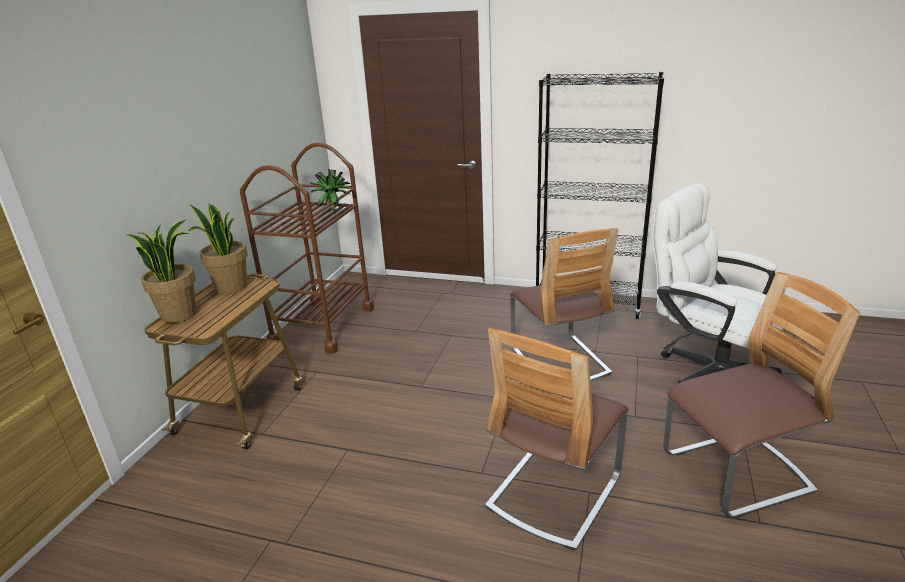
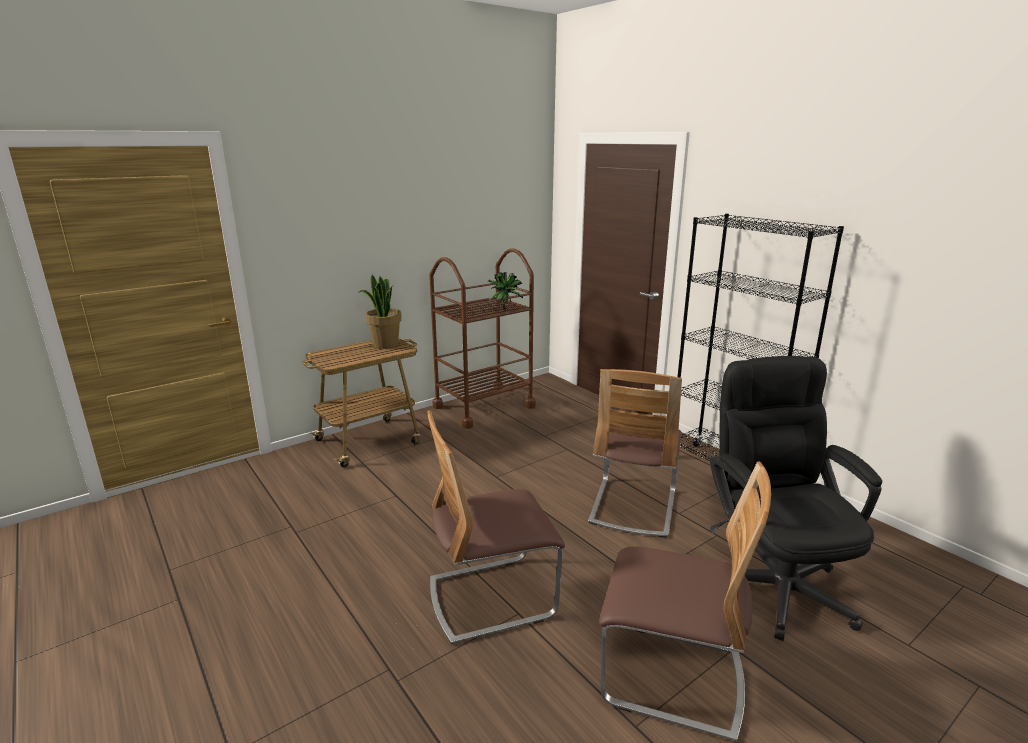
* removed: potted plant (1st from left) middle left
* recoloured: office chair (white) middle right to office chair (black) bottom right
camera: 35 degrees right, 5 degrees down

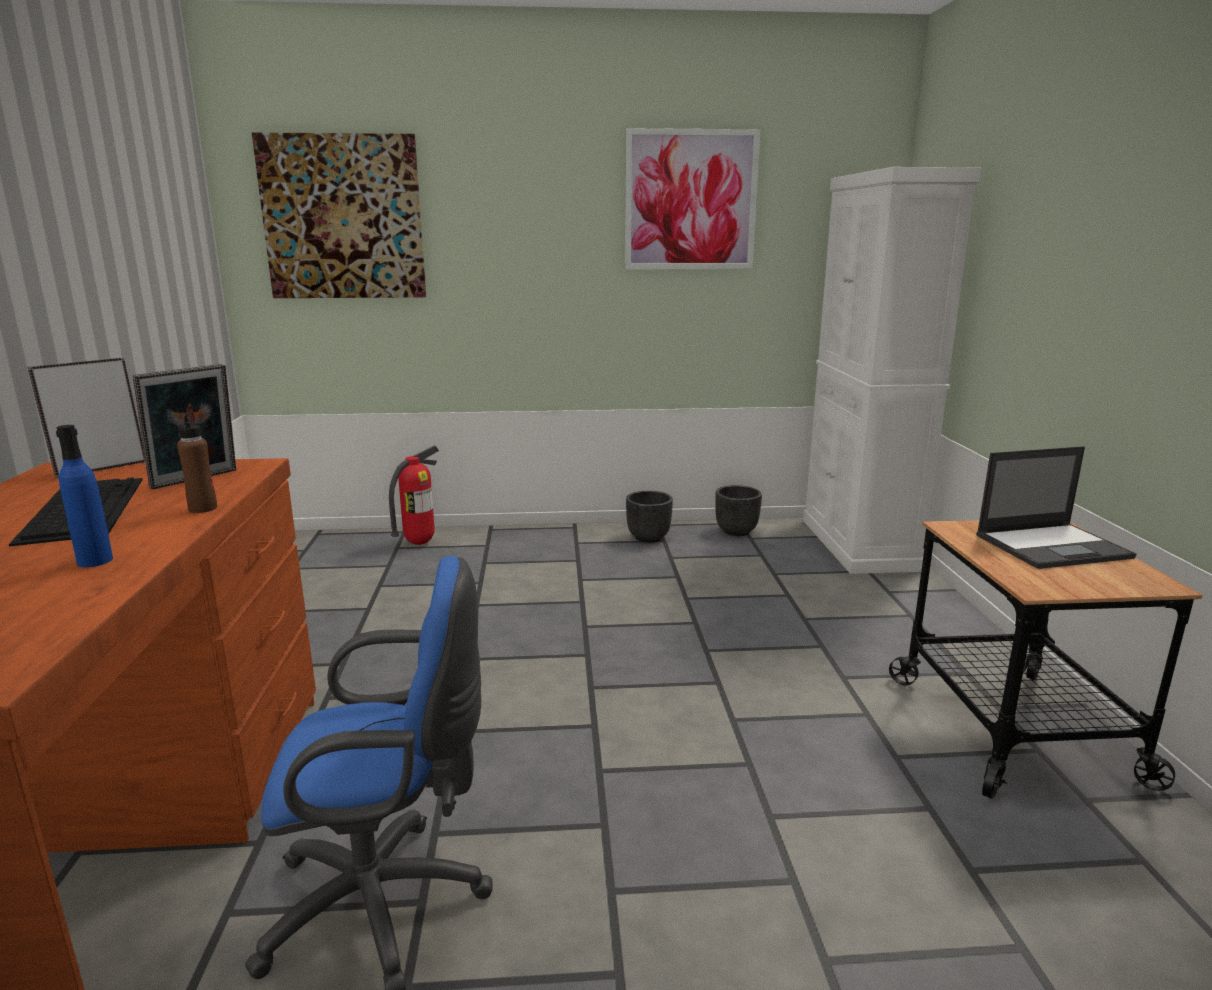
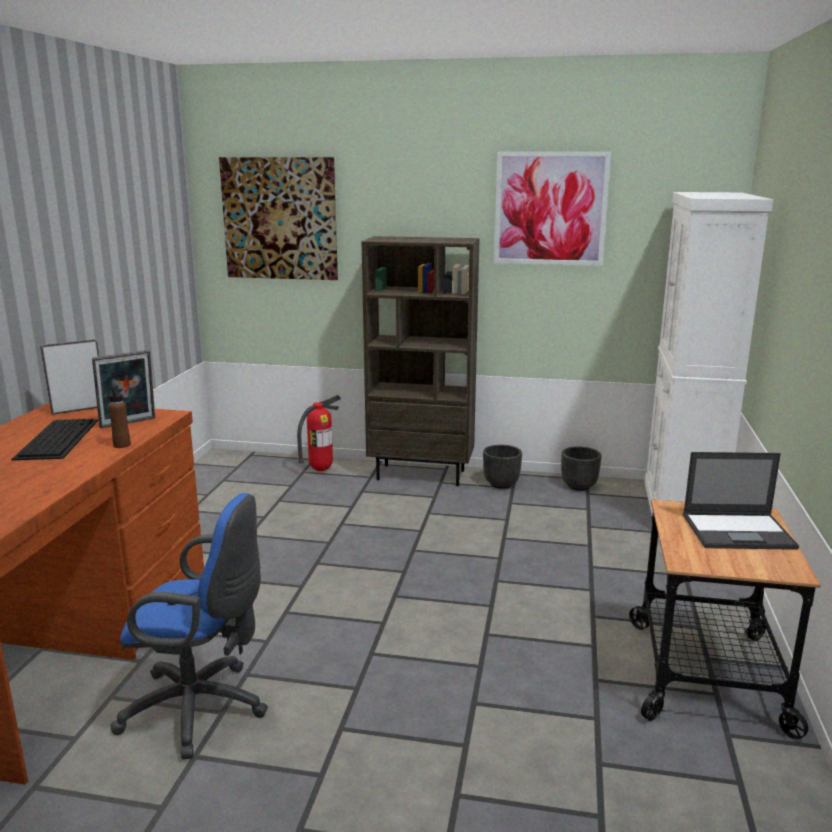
* removed: bottle (blue) middle left
* added: bookcase (brown) centre
camera: 15 degrees right, 0 degrees up

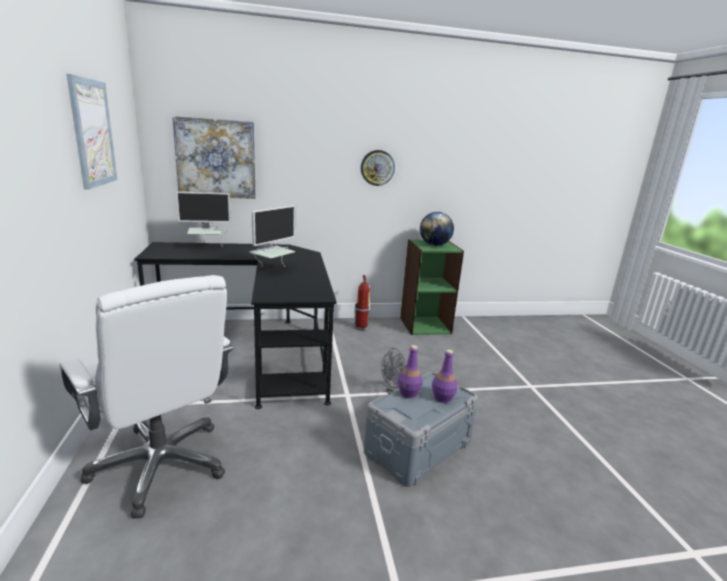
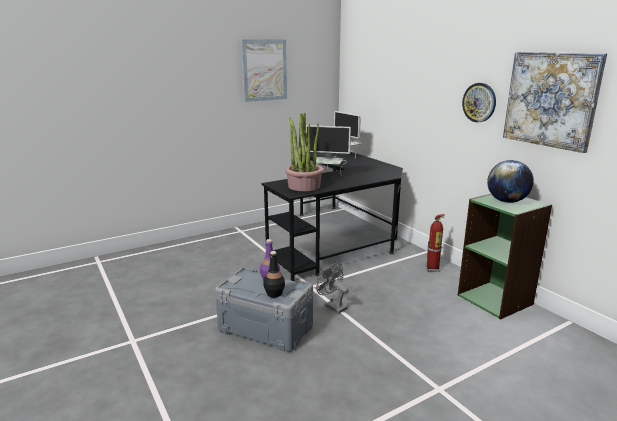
* removed: office chair (white) bottom left
* moved: picture (2nd from left) top left to top right
* recoloured: bottle (purple) (2nd from left) centre to bottle (black) centre
* added: potted plant centre
camera: 70 degrees right, 0 degrees up

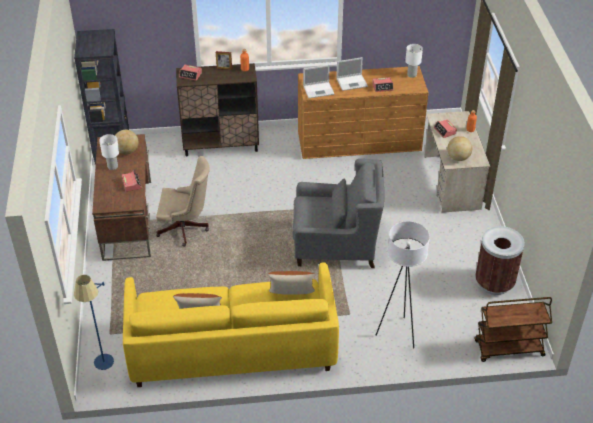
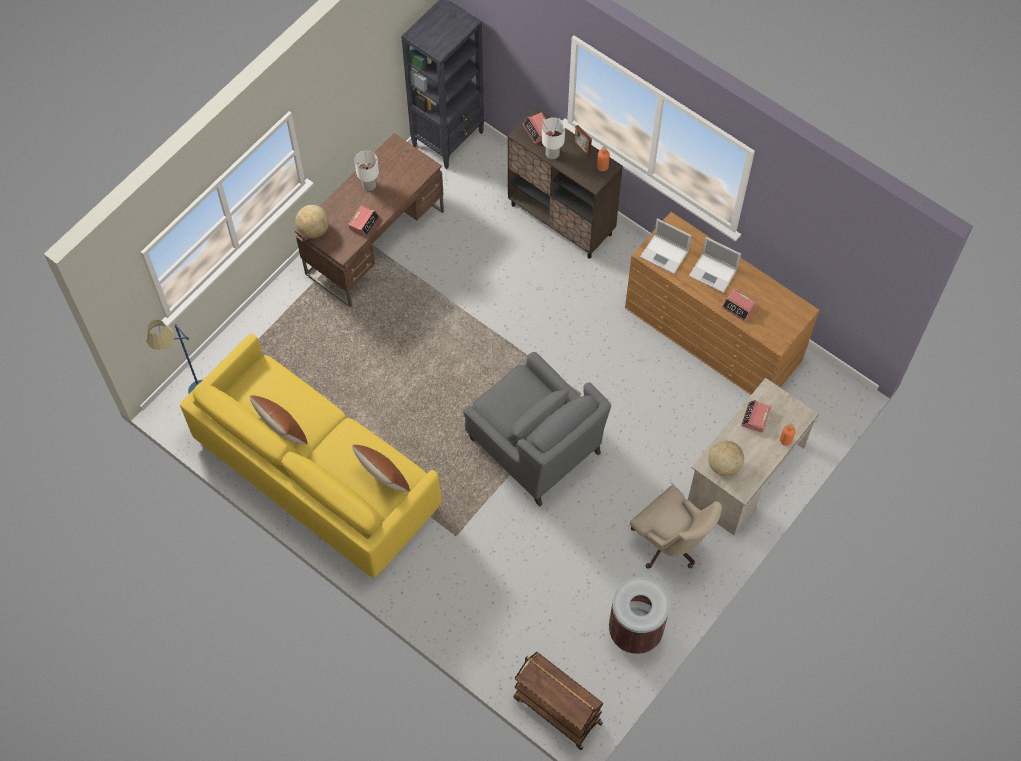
* moved: globe (1st from left) middle left to top left
* moved: office chair (beige) middle left to bottom centre
* removed: floor lamp (white) bottom right
* moved: table lamp (white) (2nd from left) top right to top centre
camera: 45 degrees right, 20 degrees up

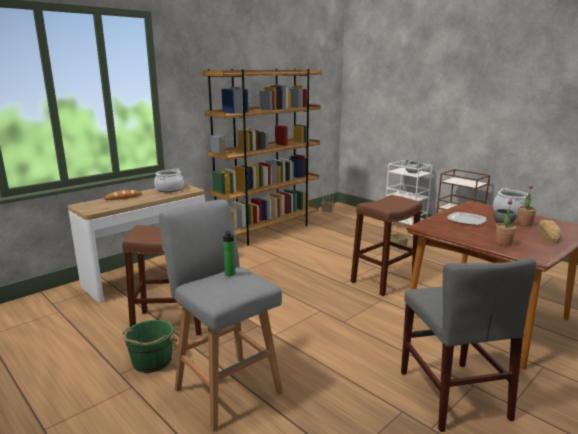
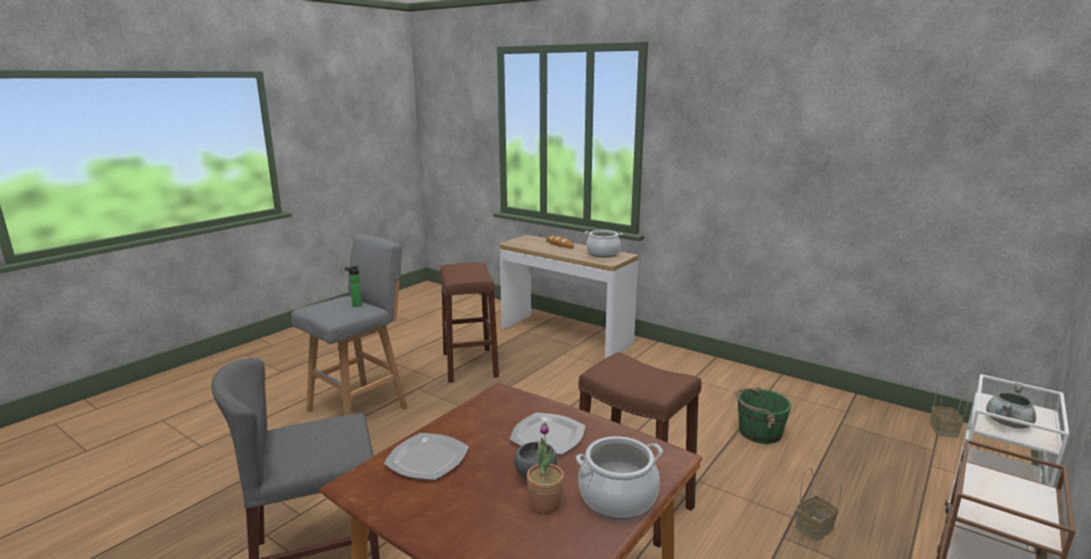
* moved: bucket (green) bottom left to bottom right
* removed: bookcase (brown) centre
* replaced: potted plant (1st from left) middle right to plate (1st from left) bottom centre
* removed: bread (2nd from left) middle right
camera: 80 degrees right, 0 degrees up

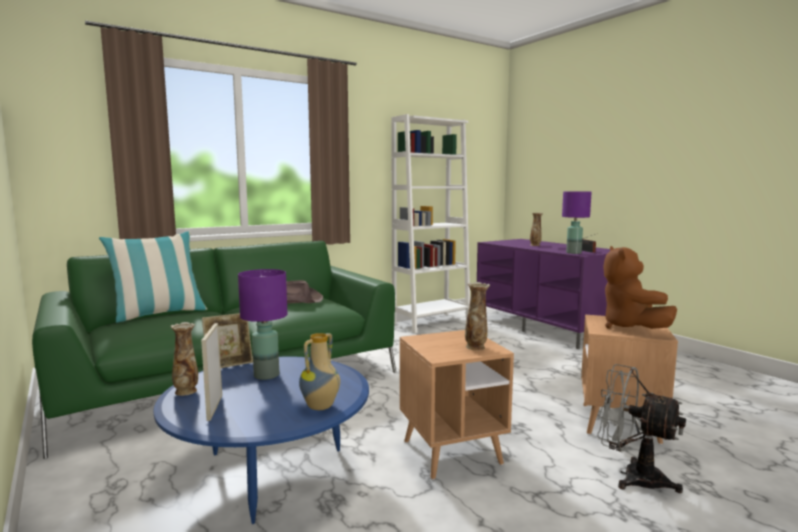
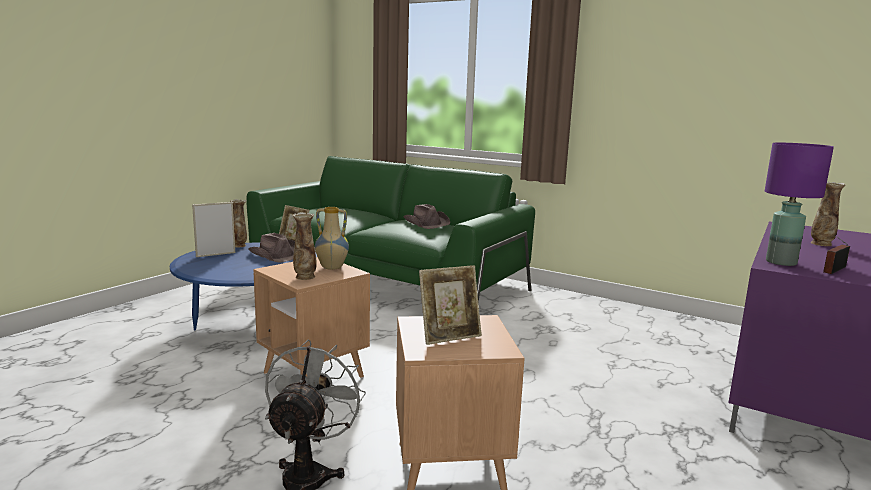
* removed: pillow middle left
* replaced: table lamp (purple) (1st from left) middle left to hat (brown) (1st from left) middle left
* moved: vase (2nd from left in the first image) bottom centre to vase (3rd from left) centre
* removed: bookcase (white) centre
* replaced: plush toy (brown) middle right to picture frame (3rd from left) centre
camera: 65 degrees right, 5 degrees up

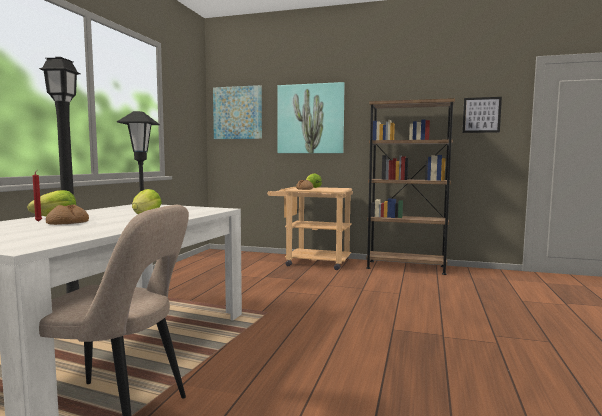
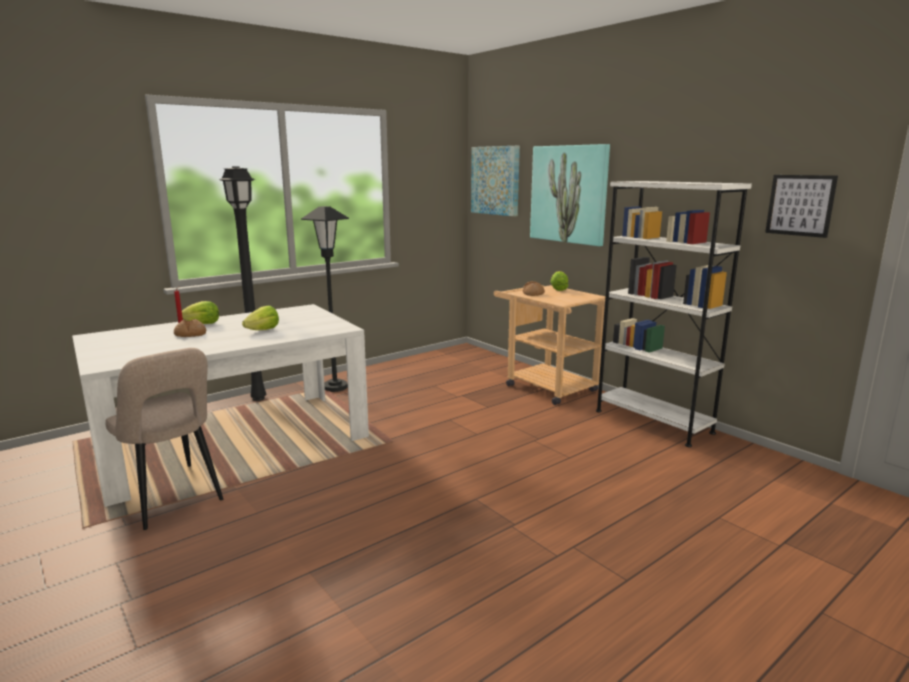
* recoloured: bookcase (brown) middle right to bookcase (white) middle right
camera: 35 degrees right, 10 degrees up

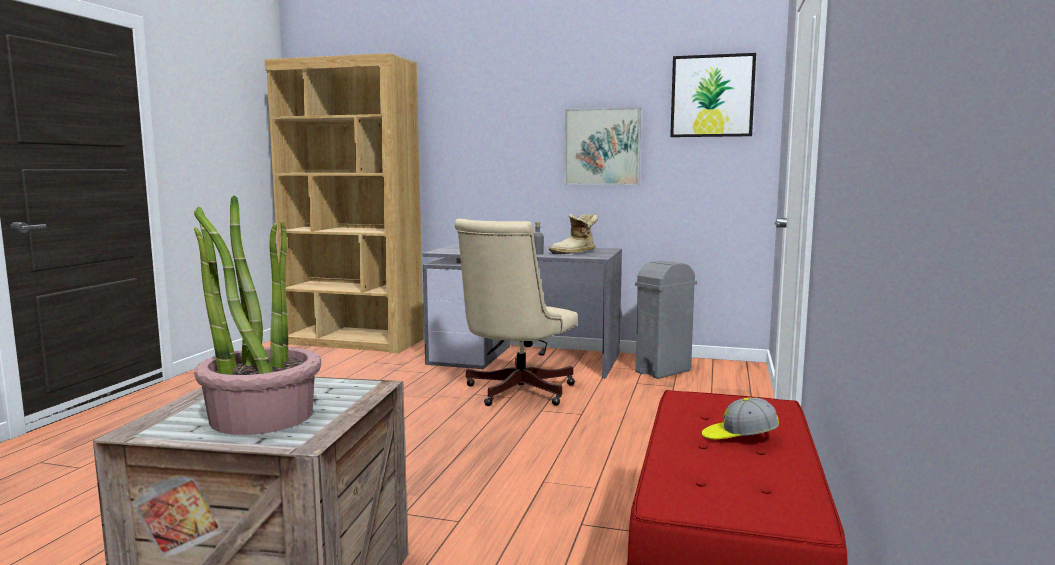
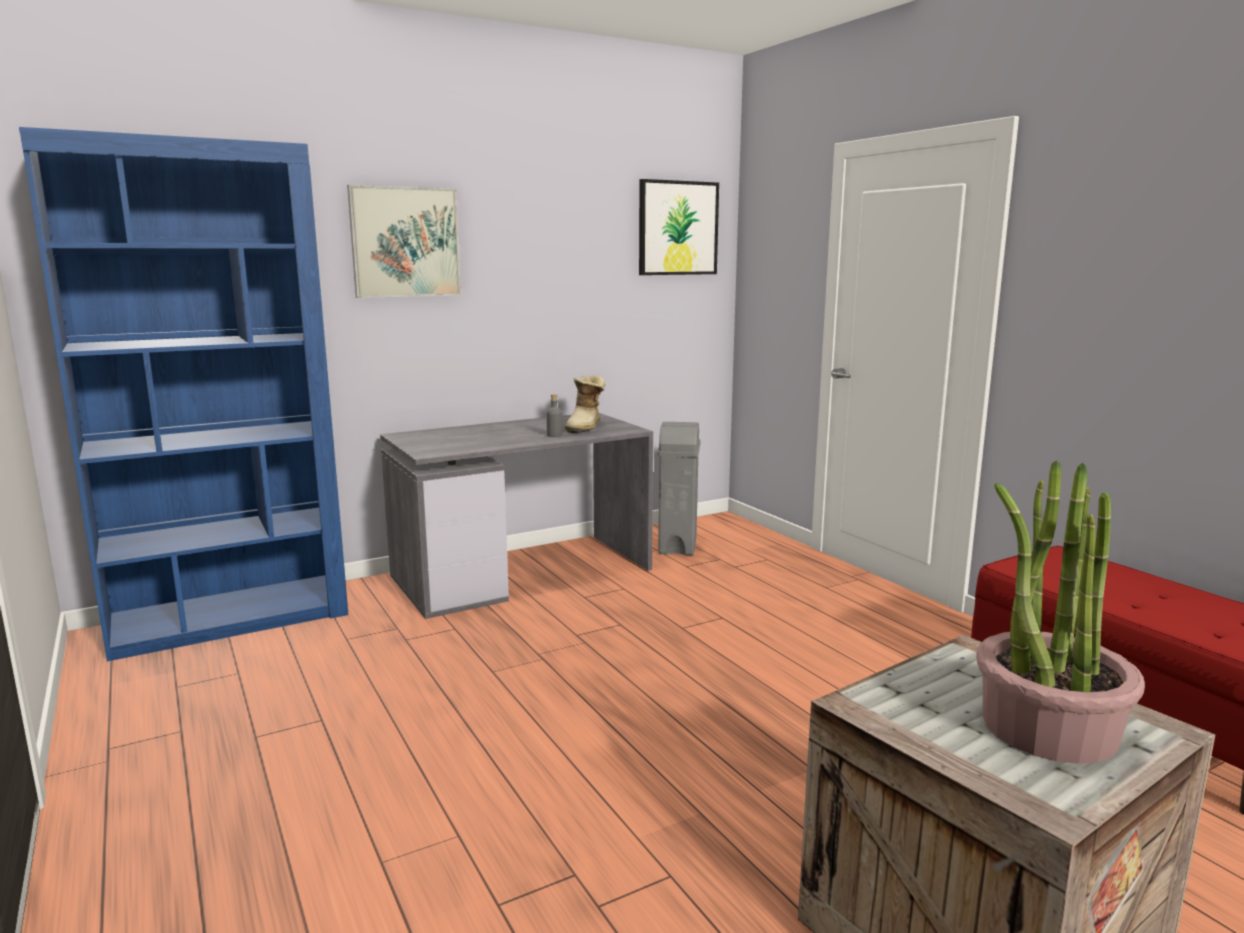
* recoloured: bookcase (brown) middle left to bookcase (blue) middle left
* removed: office chair (beige) centre
* moved: picture (1st from left) top centre to top left
* removed: cap bottom right
camera: 45 degrees left, 5 degrees up

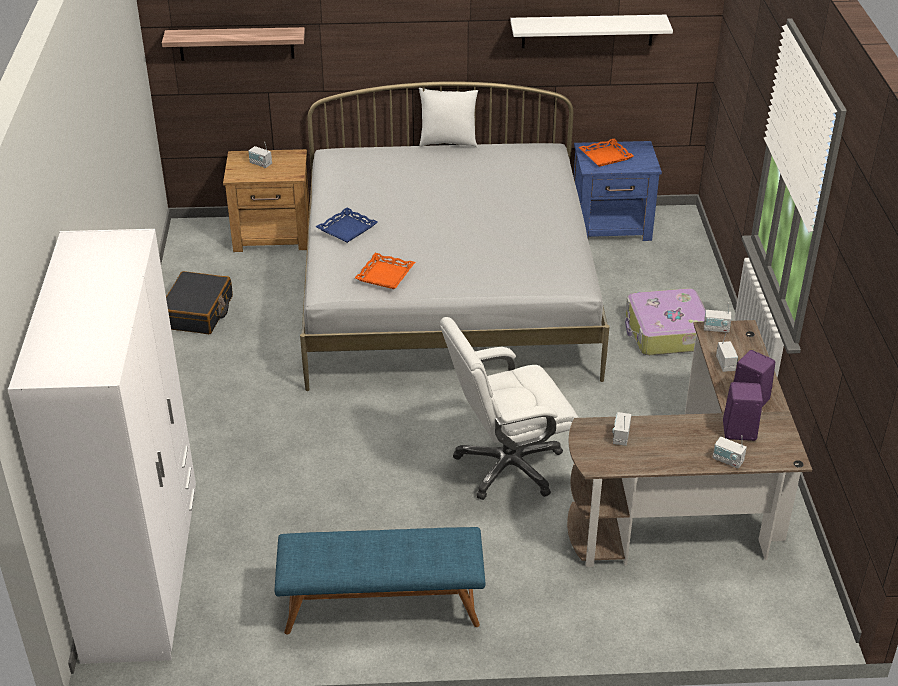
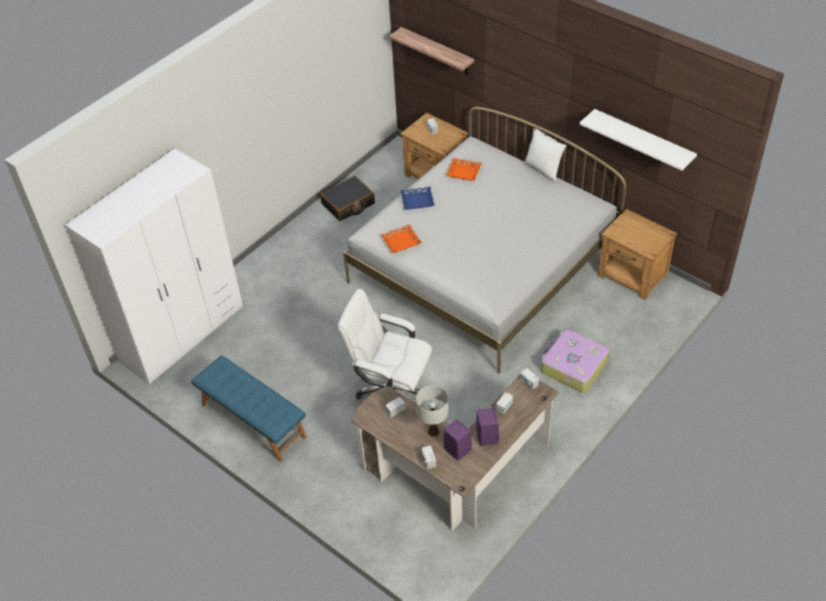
* recoloured: nightstand (blue) top right to nightstand (brown) (2nd from left) middle right
* moved: tray (orange) (2nd from left) top right to top centre
* added: table lamp (white) bottom centre
camera: 45 degrees right, 10 degrees up

